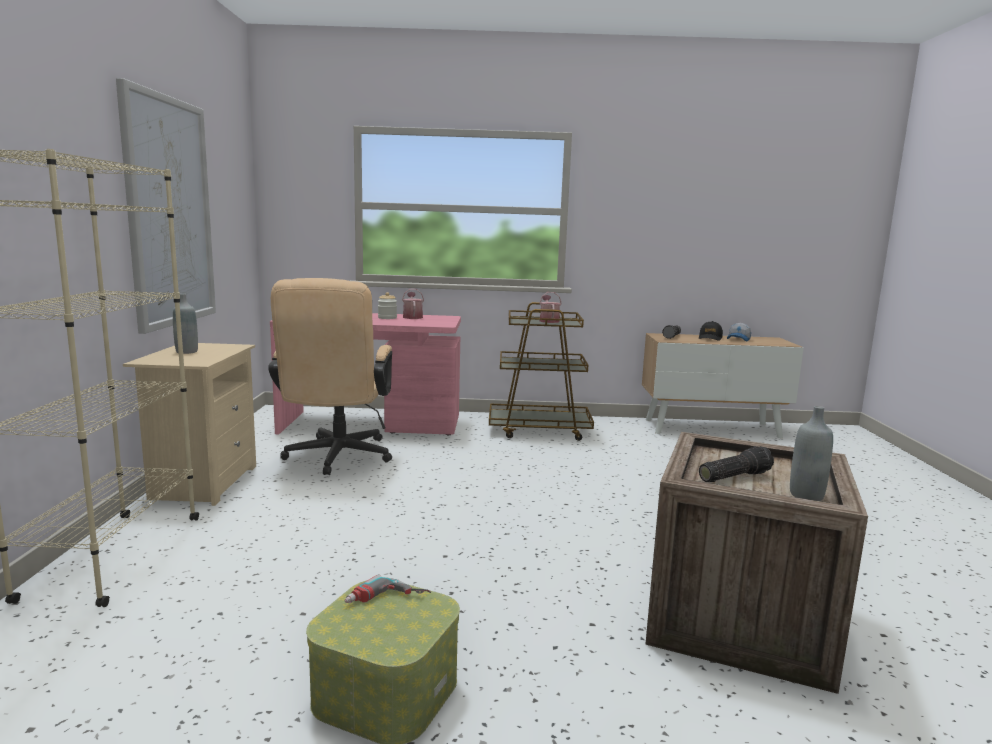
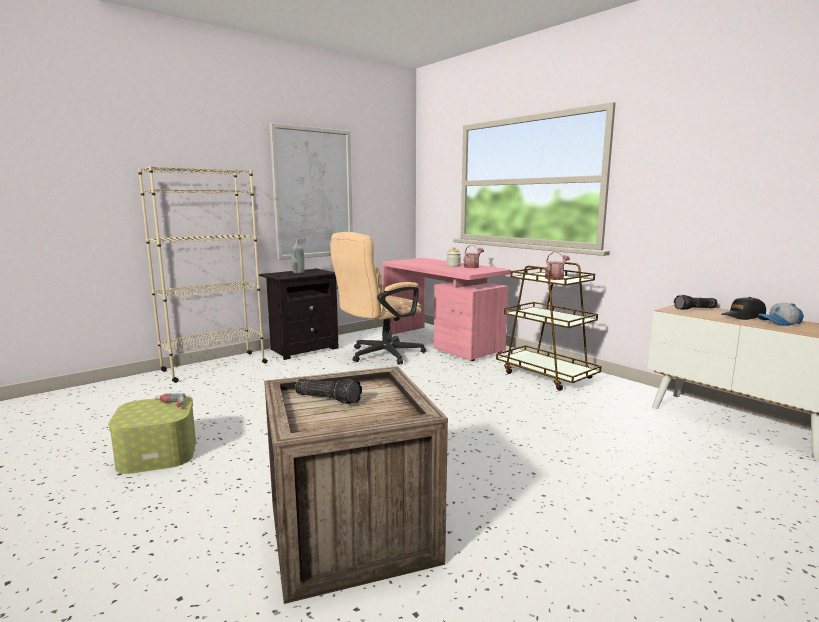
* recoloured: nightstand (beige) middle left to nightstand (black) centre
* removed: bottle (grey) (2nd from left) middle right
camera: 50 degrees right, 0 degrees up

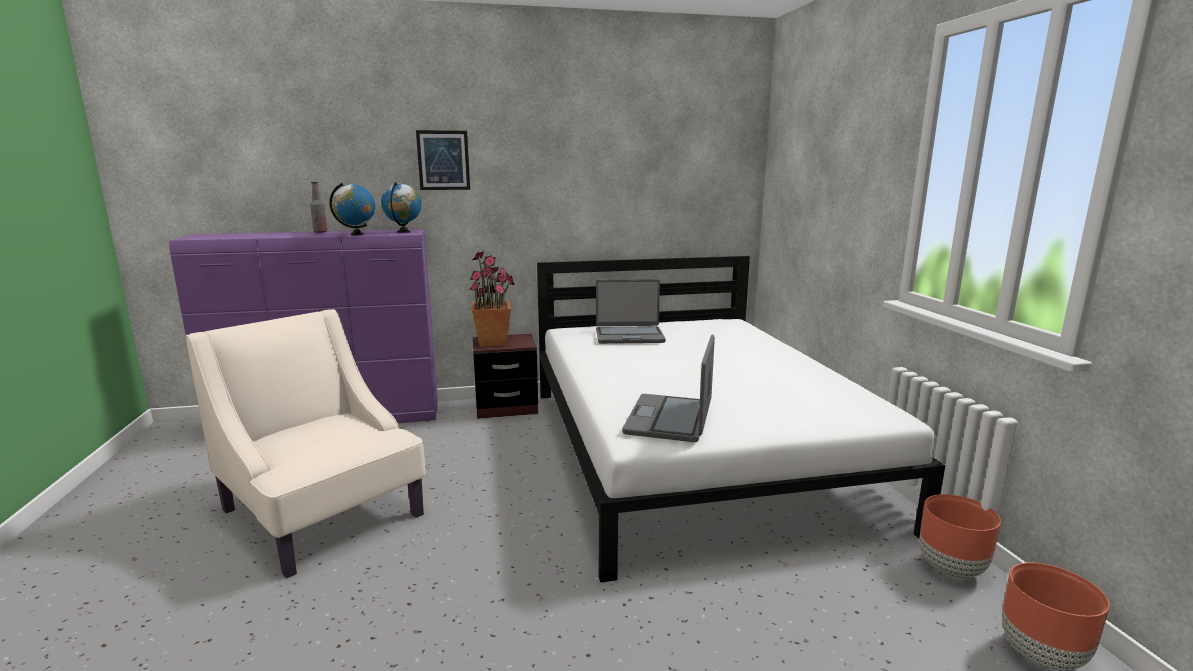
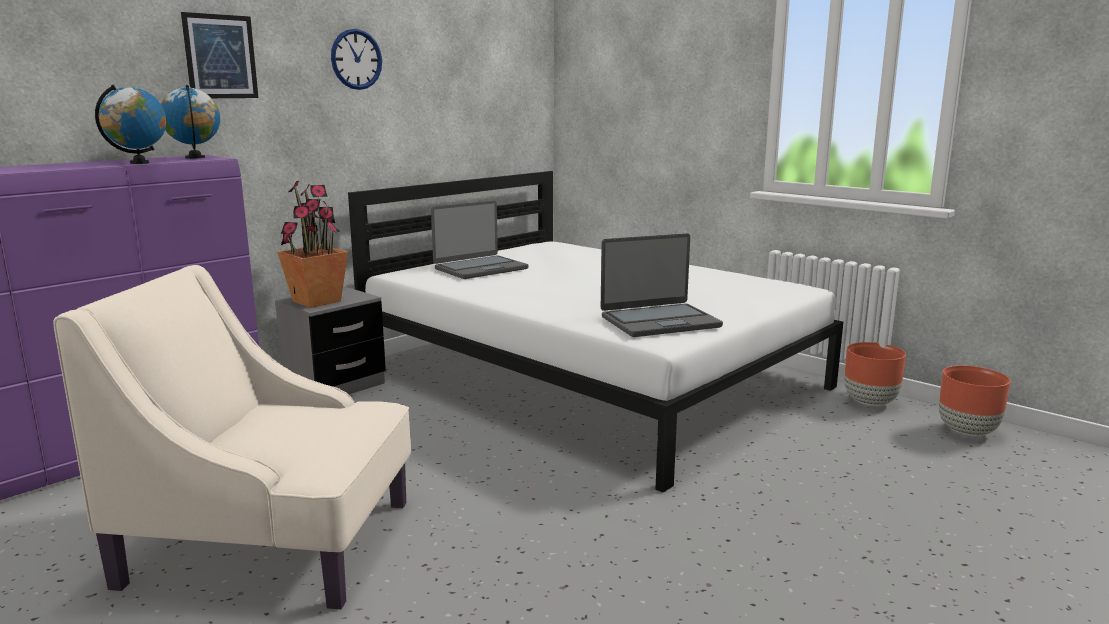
* removed: bottle top left
* recoloured: nightstand (brown) centre to nightstand (grey) middle left
* turned: laptop (2nd from left) centre = centre 90 degrees counterclockwise
* added: wall clock top left
camera: 35 degrees left, 0 degrees up

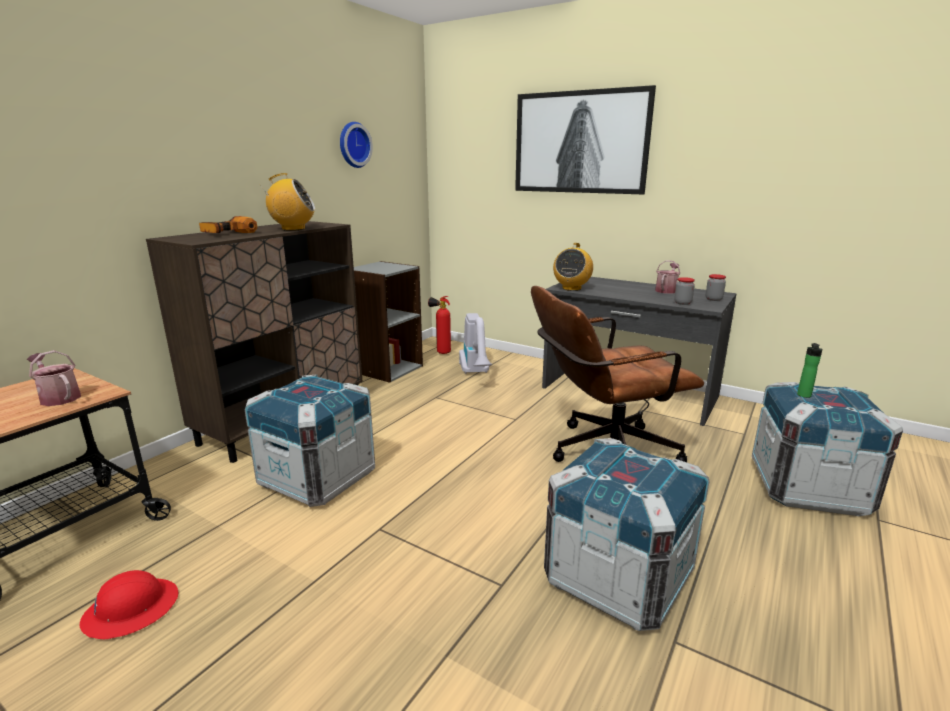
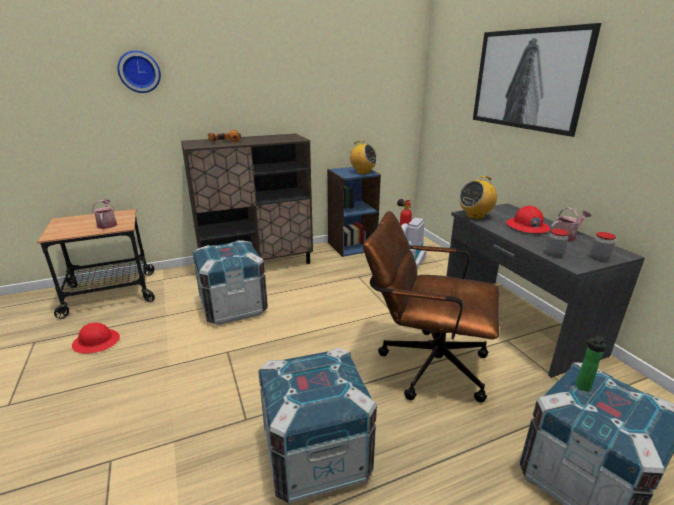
* moved: radio (1st from left) top left to top centre
* moved: wall clock top centre to top left
* recoloured: bookcase (grey) centre to bookcase (blue) centre
* added: hard hat (red) (2nd from left) middle right
camera: 35 degrees right, 5 degrees up

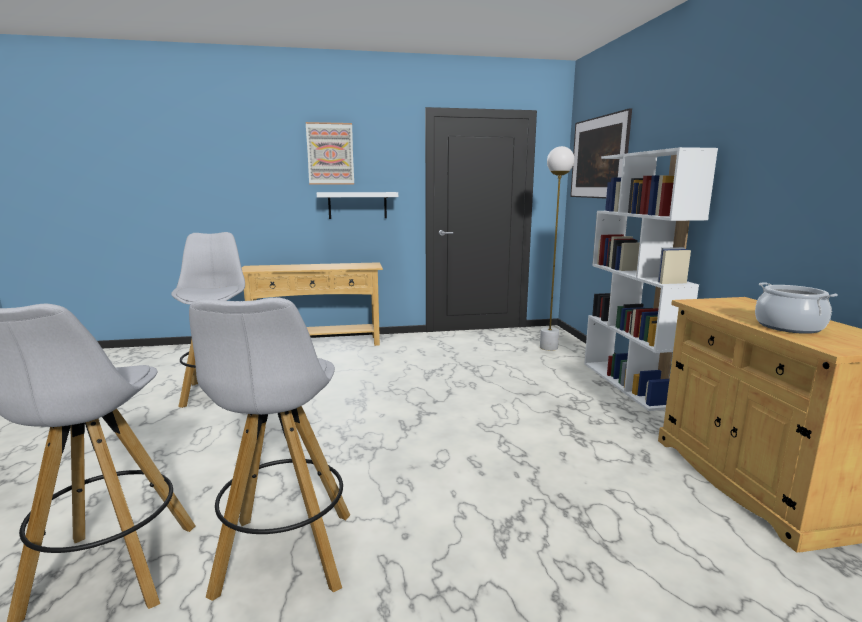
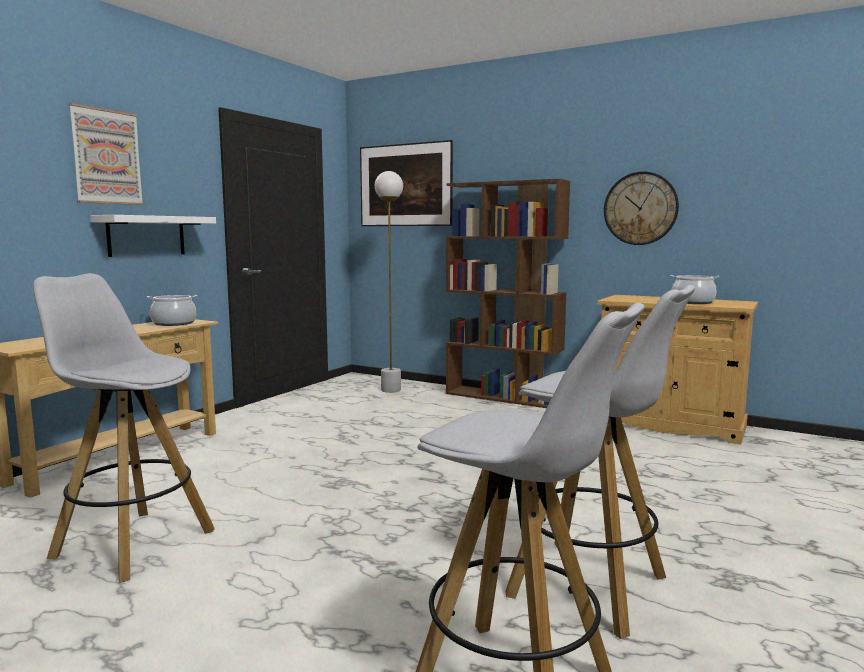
* recoloured: bookcase (white) middle right to bookcase (brown) centre
* added: cooking pot (1st from left) middle left
* added: wall clock top right
camera: 50 degrees left, 5 degrees down

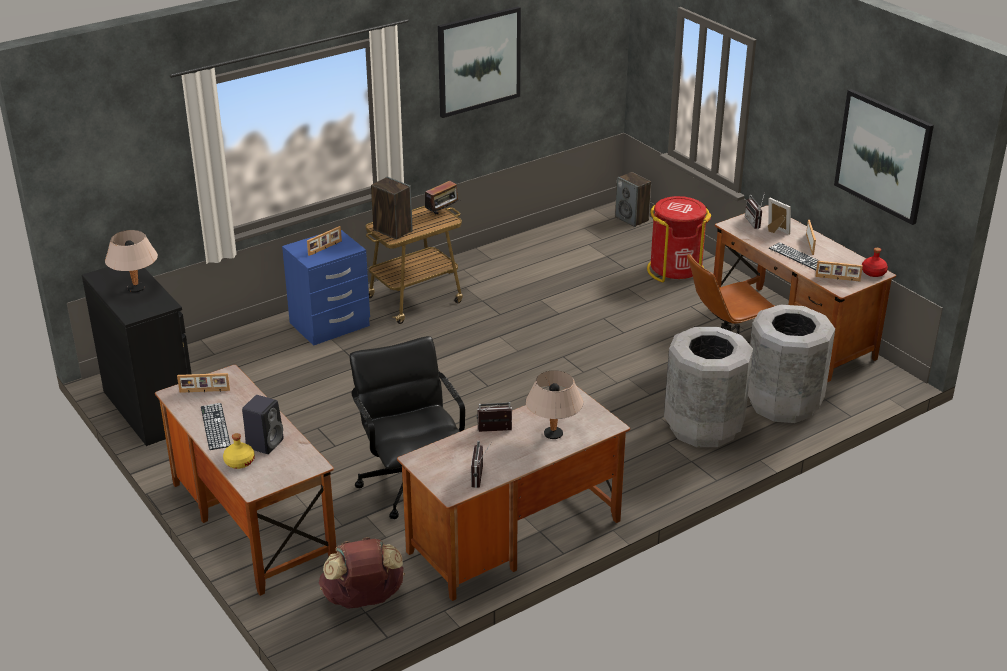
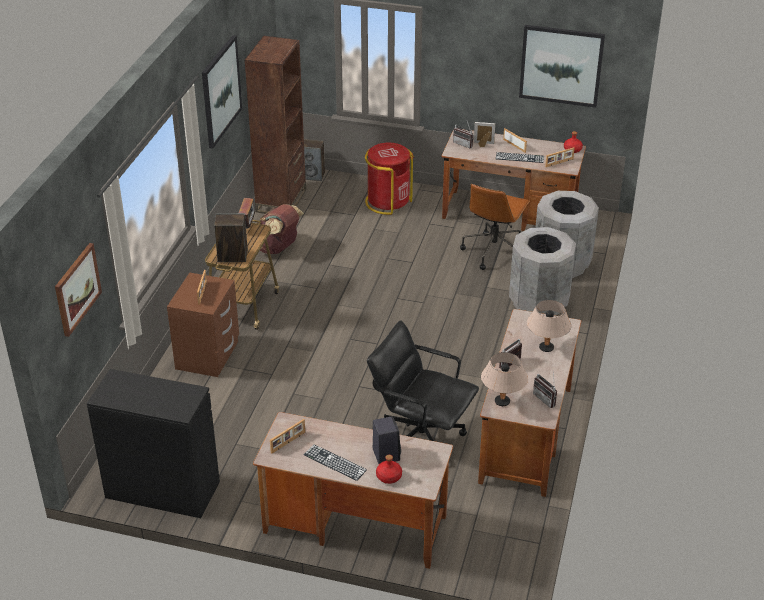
* moved: table lamp (beige) (1st from left) middle left to centre
* recoloured: bottle (yellow) bottom left to bottle (red) (1st from left) bottom centre
* recoloured: nightstand (blue) middle left to nightstand (brown) middle left
* moved: backpack (brown) bottom centre to centre
* added: picture (1st from left) middle left
* added: bookcase (brown) top centre
camera: 40 degrees left, 5 degrees up

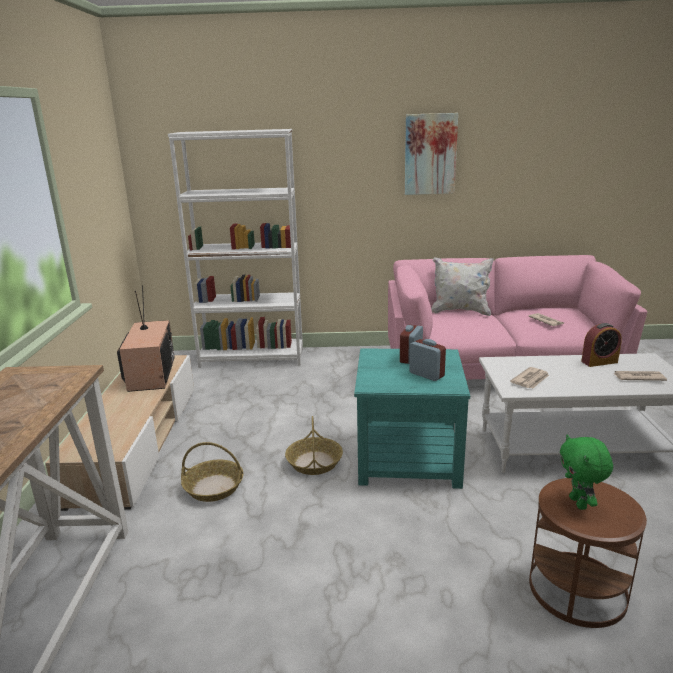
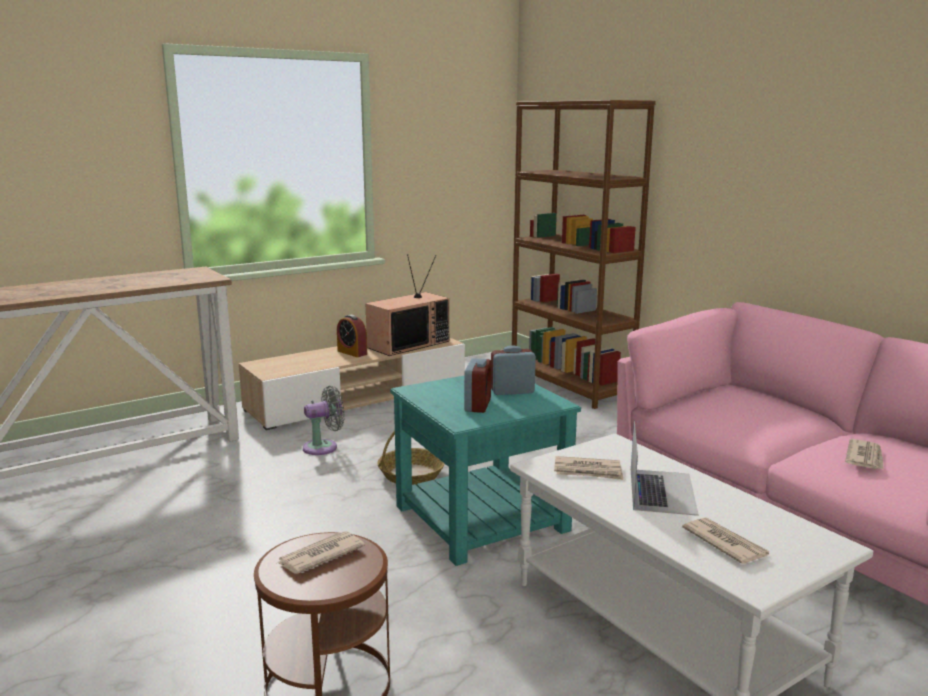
* recoloured: bookcase (white) centre to bookcase (brown) centre
* replaced: basket (1st from left) bottom left to fan (grey) centre
* removed: picture top centre
* removed: pillow (white) middle right
* replaced: plush toy (green) bottom right to newspaper (1st from left) bottom centre
* moved: alarm clock (3rd from left in the first image) middle right to alarm clock (1st from left) centre
* added: laptop bottom right
camera: 55 degrees right, 5 degrees down

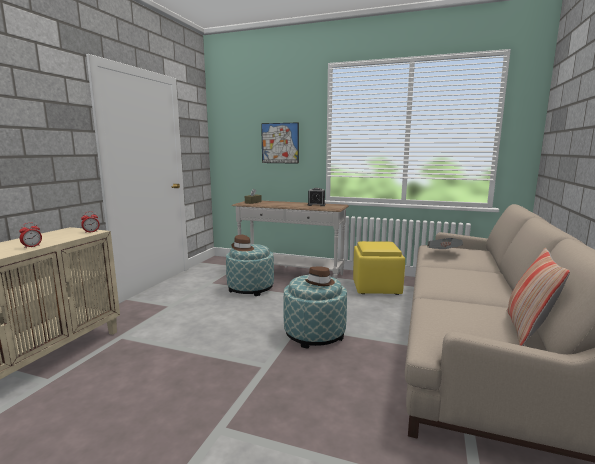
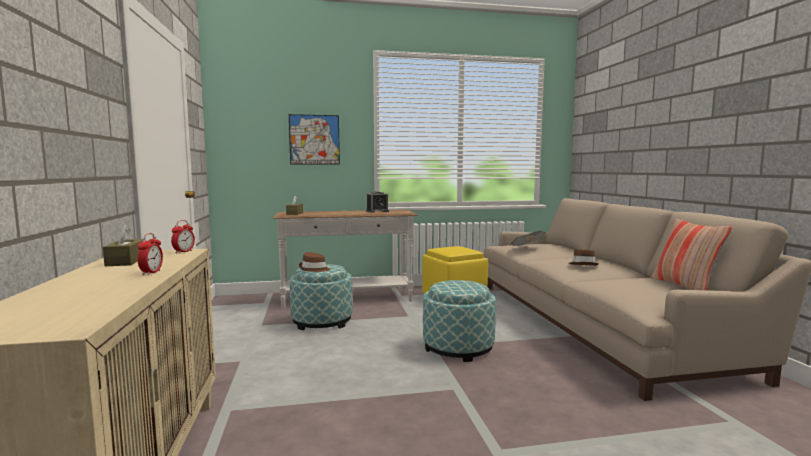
* moved: hat (brown) (2nd from left) centre to middle right
* added: tissue box (brown) (1st from left) middle left
camera: 30 degrees left, 5 degrees down

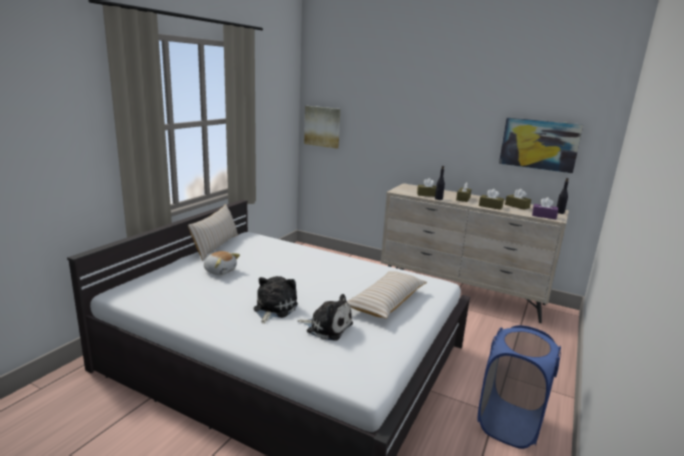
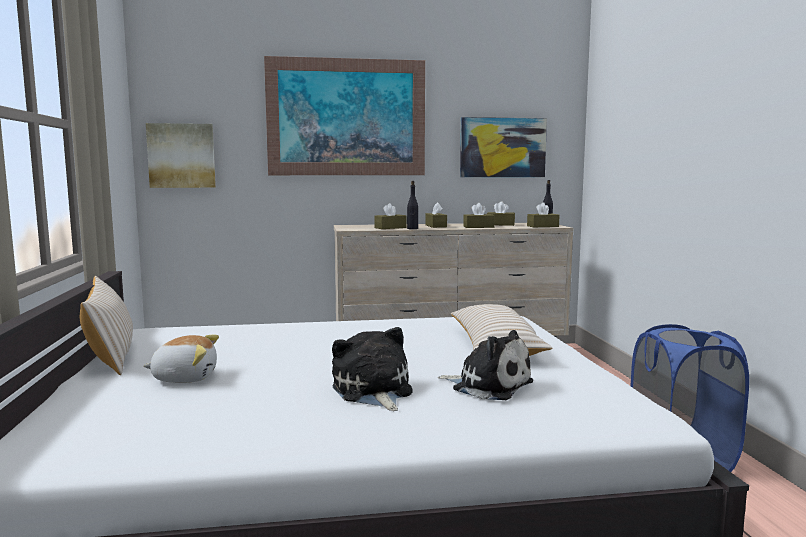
* turned: plush toy (3rd from left) bottom centre = bottom centre 45 degrees clockwise
* recoloured: tissue box (purple) middle right to tissue box (brown) (5th from left) middle right
* added: picture (2nd from left) top centre
camera: 35 degrees left, 10 degrees down

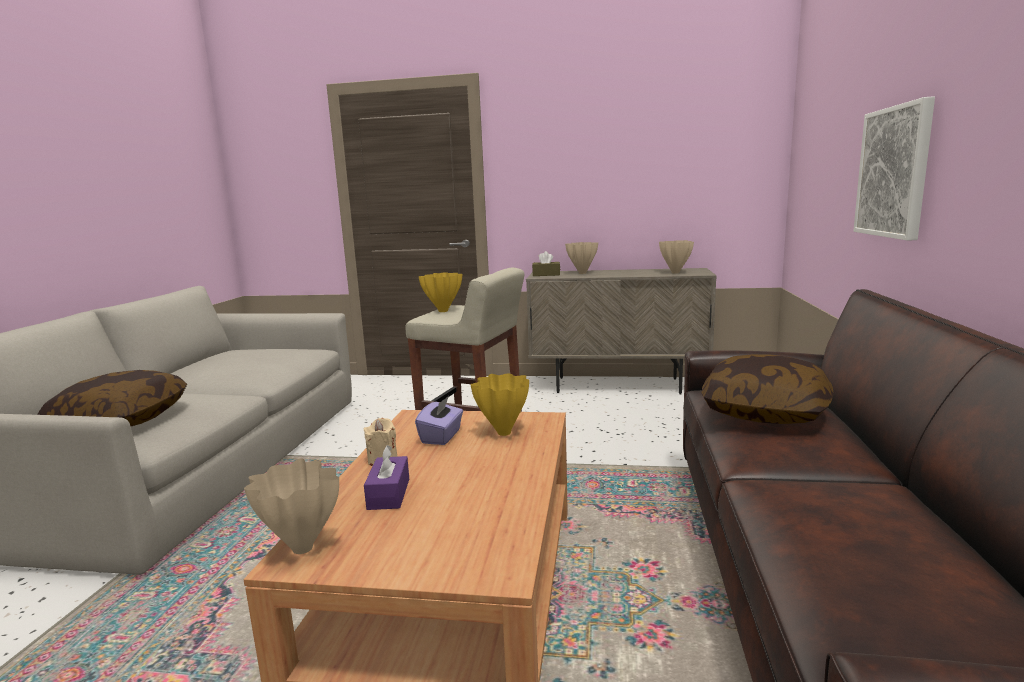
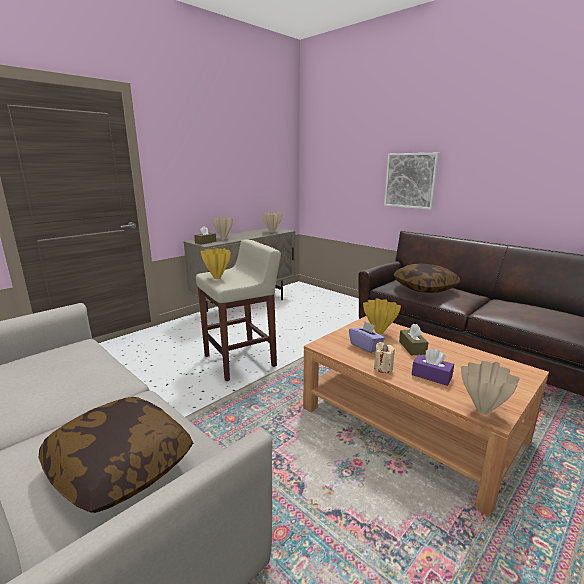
* added: tissue box (brown) (2nd from left) middle right
camera: 55 degrees left, 5 degrees up

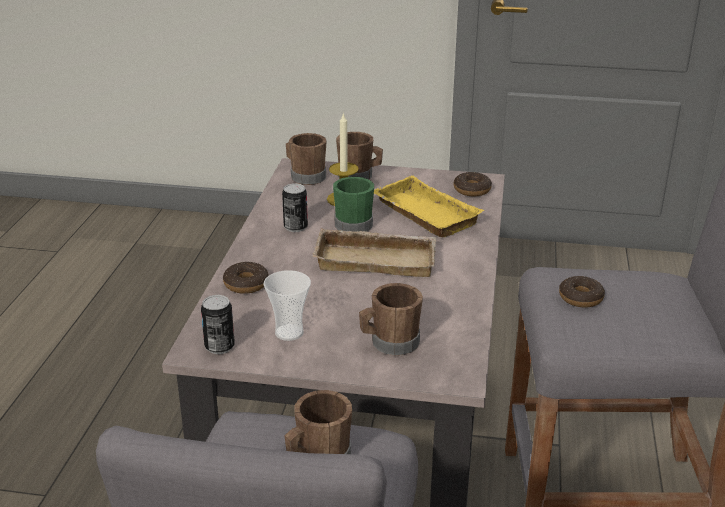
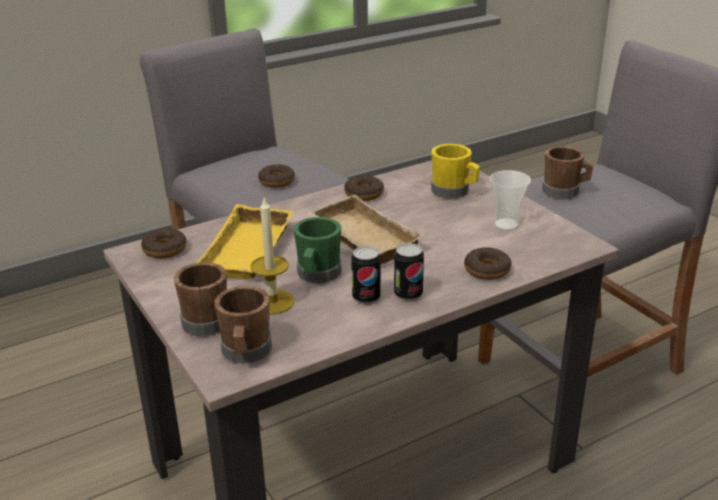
* moved: can (1st from left in the first image) middle left to can (2nd from left) centre
* recoloured: mug (brown) (4th from left) centre to mug (yellow) centre
* added: donut (3rd from left) centre
camera: 130 degrees left, 0 degrees up

